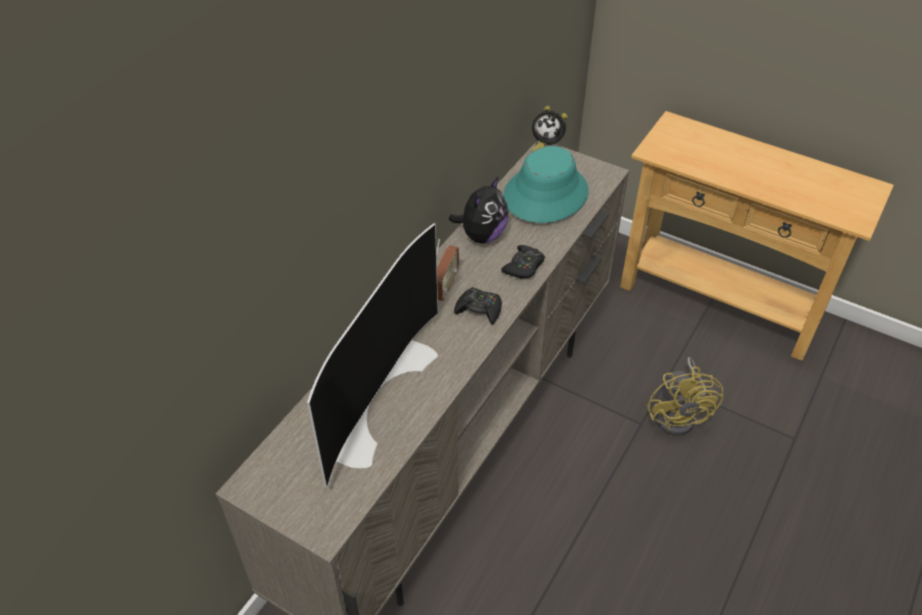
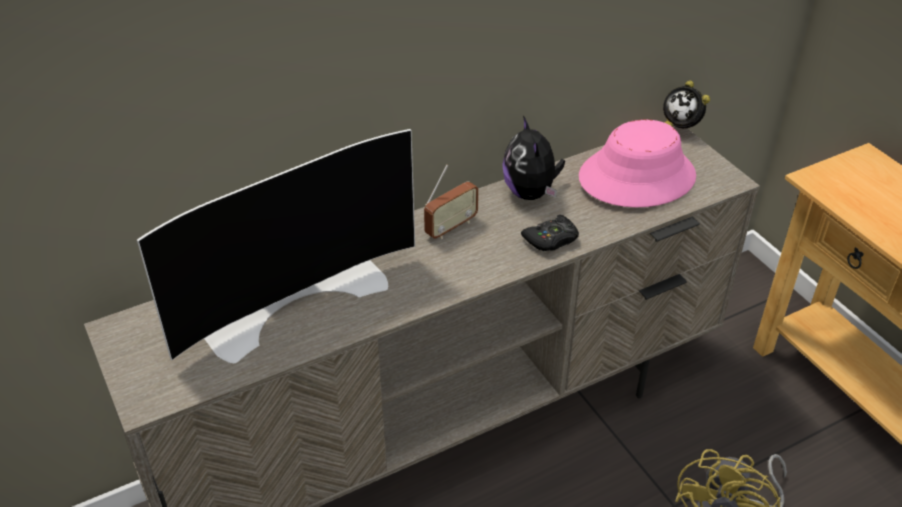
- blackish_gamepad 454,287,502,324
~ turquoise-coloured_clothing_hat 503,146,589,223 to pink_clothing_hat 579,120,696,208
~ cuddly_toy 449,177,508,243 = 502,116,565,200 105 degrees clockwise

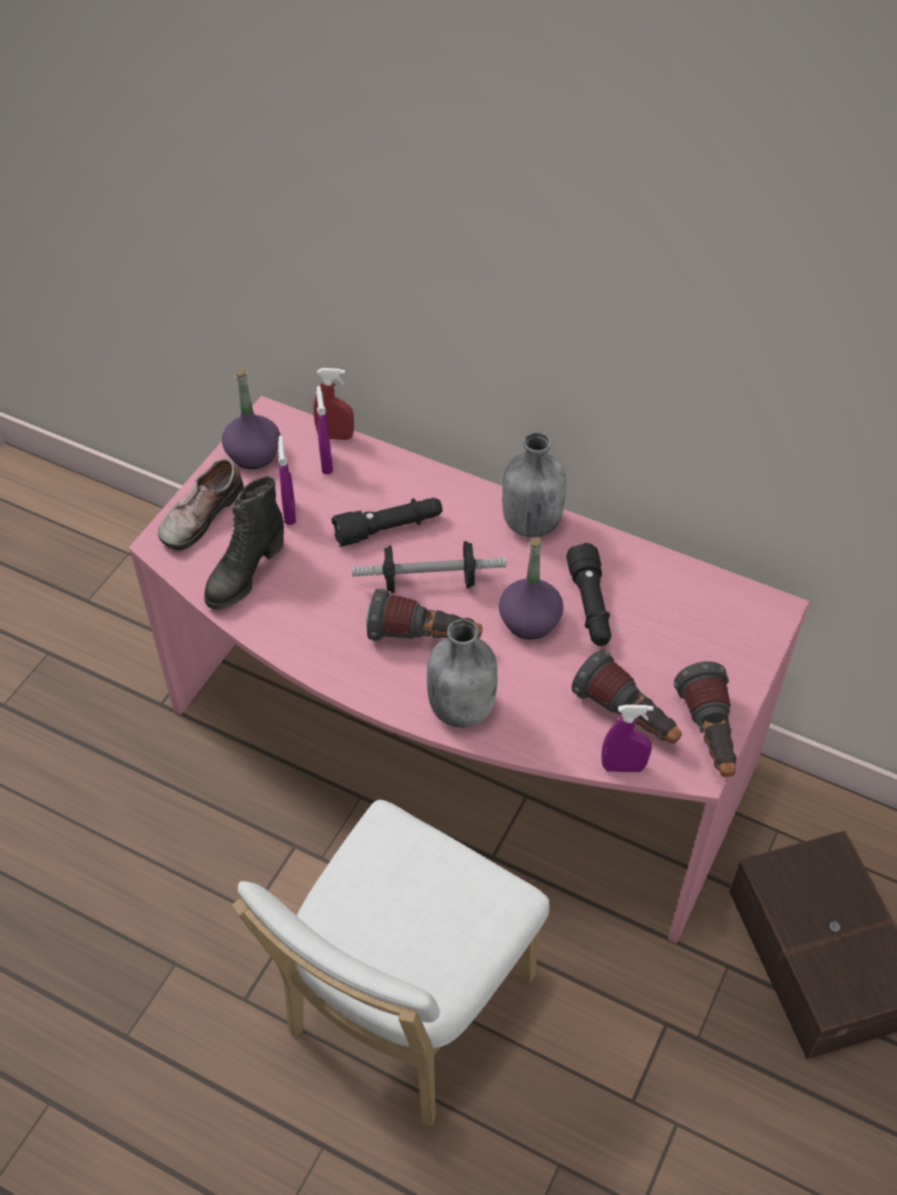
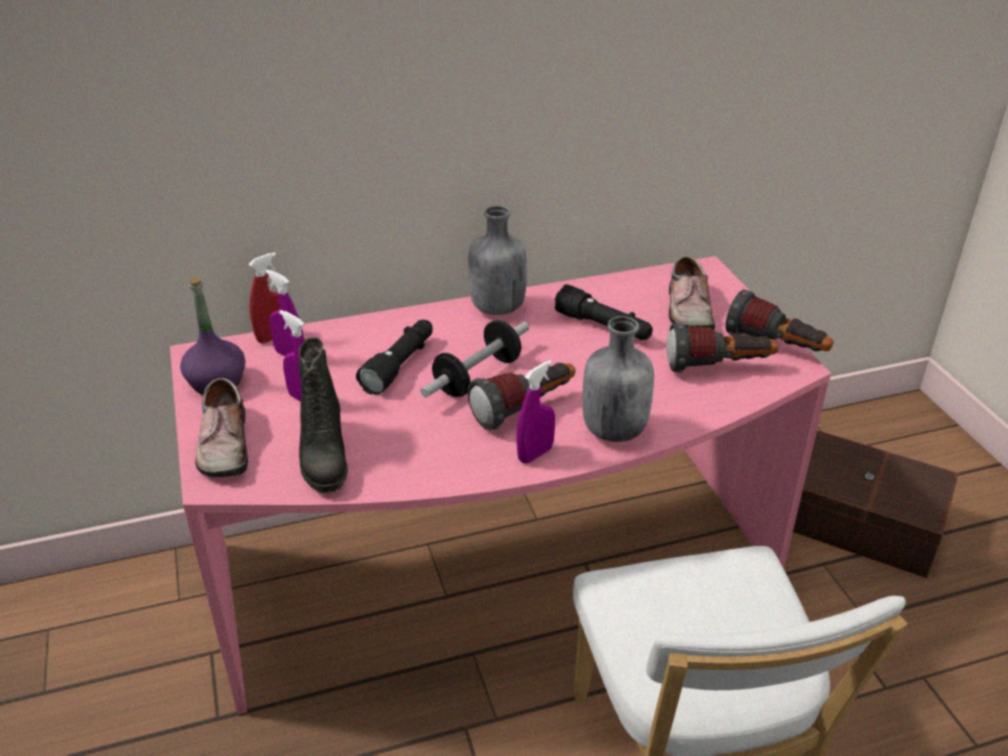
- purple_drink_bottle 499,537,564,640
+ item_of_footwear 669,256,715,330
~ purple_hand_sprayer 601,705,653,772 to 516,360,555,463

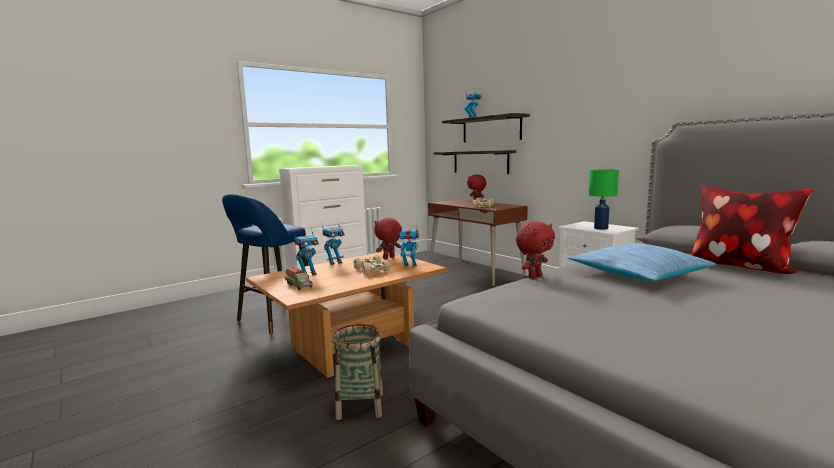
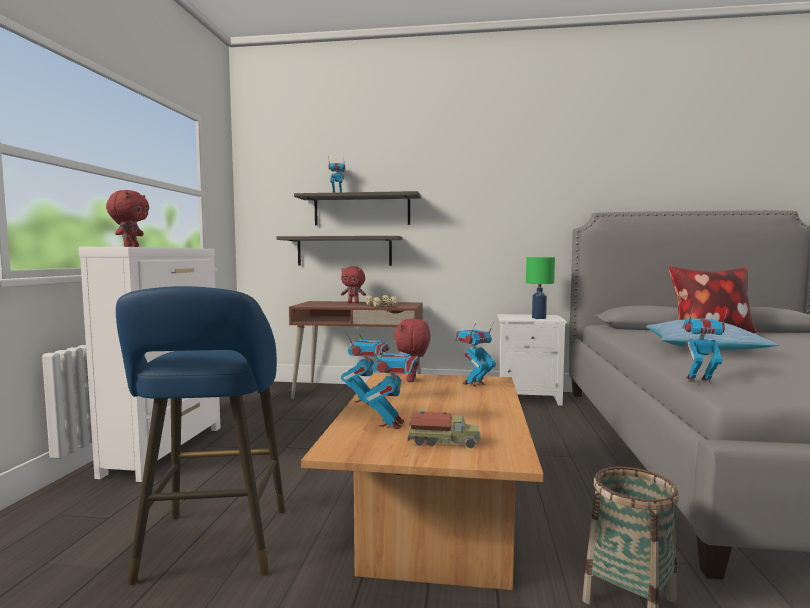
- beige-coloured_toy_car 354,255,390,275
+ model_robot 682,309,727,384
~ red_cuddly_toy 516,221,555,279 to 106,190,149,247

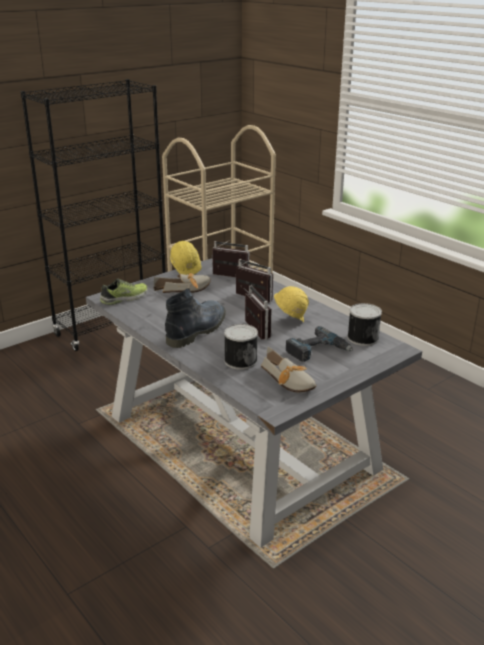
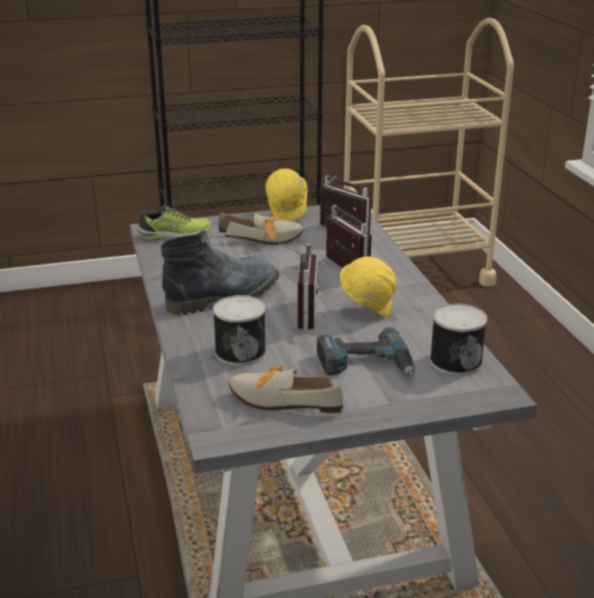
~ item_of_footwear 261,347,316,393 = 228,366,343,413 120 degrees clockwise

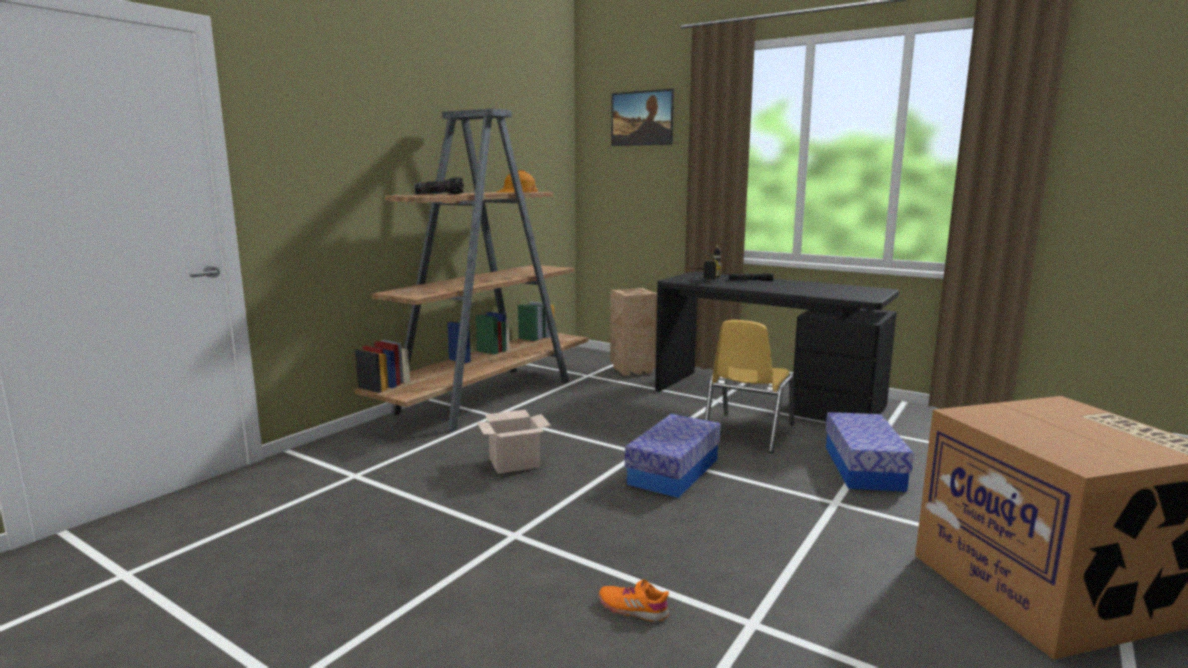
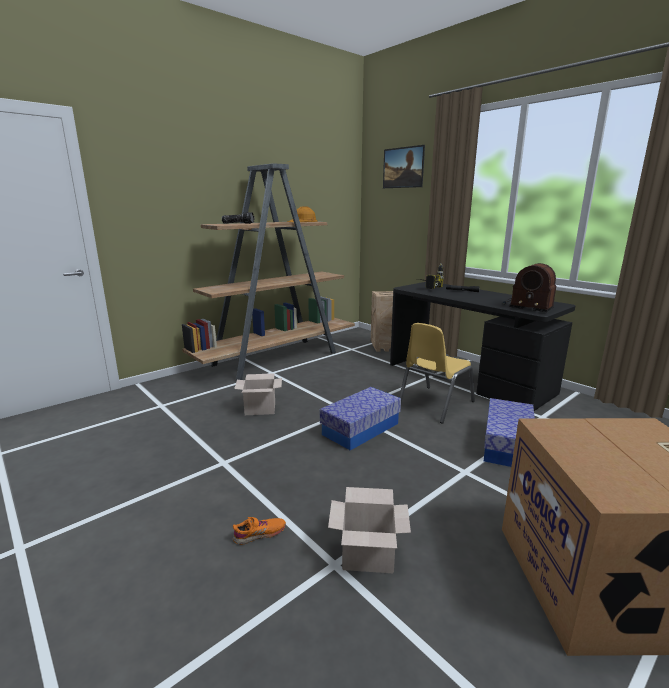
+ packing_box 328,487,411,573
+ radio_set 503,263,556,312
~ orange_item_of_footwear 599,579,669,621 = 233,517,286,545 120 degrees clockwise

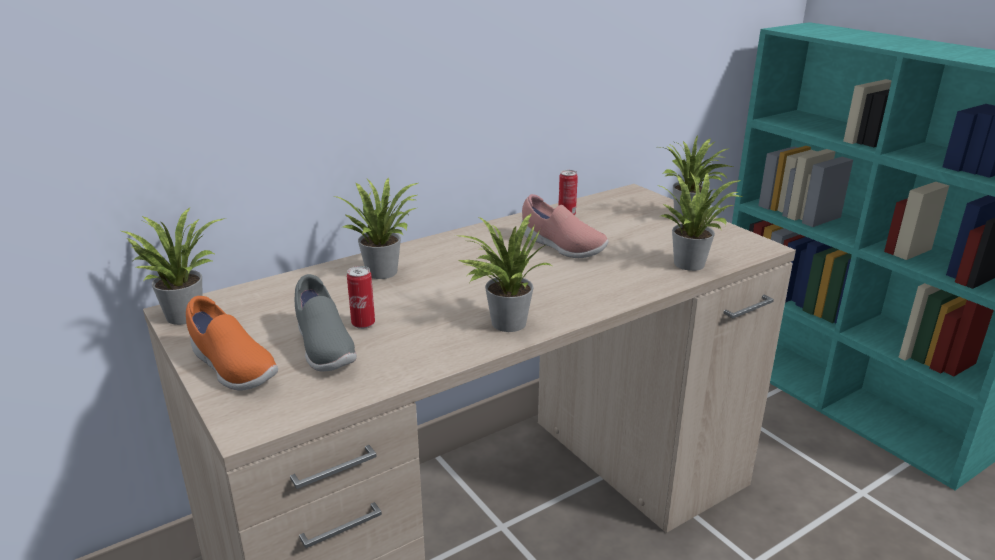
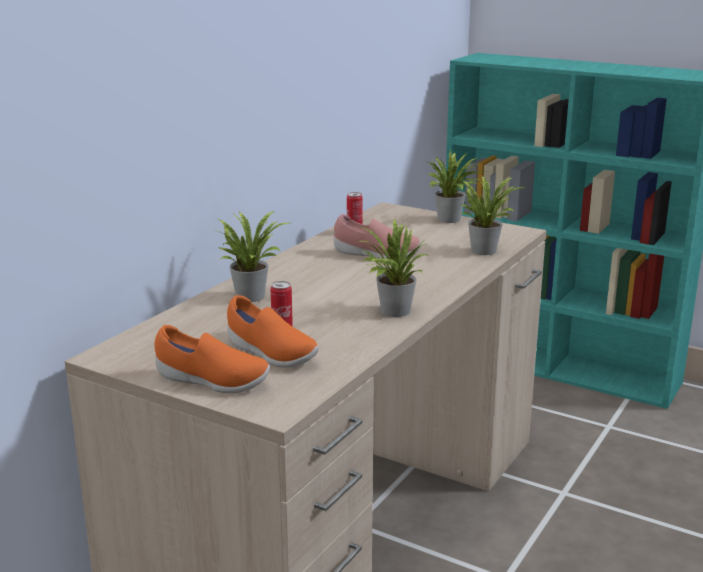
- plant_in_a_pot 122,208,226,325
~ gray_item_of_footwear 295,274,357,372 to orange_item_of_footwear 227,295,319,368

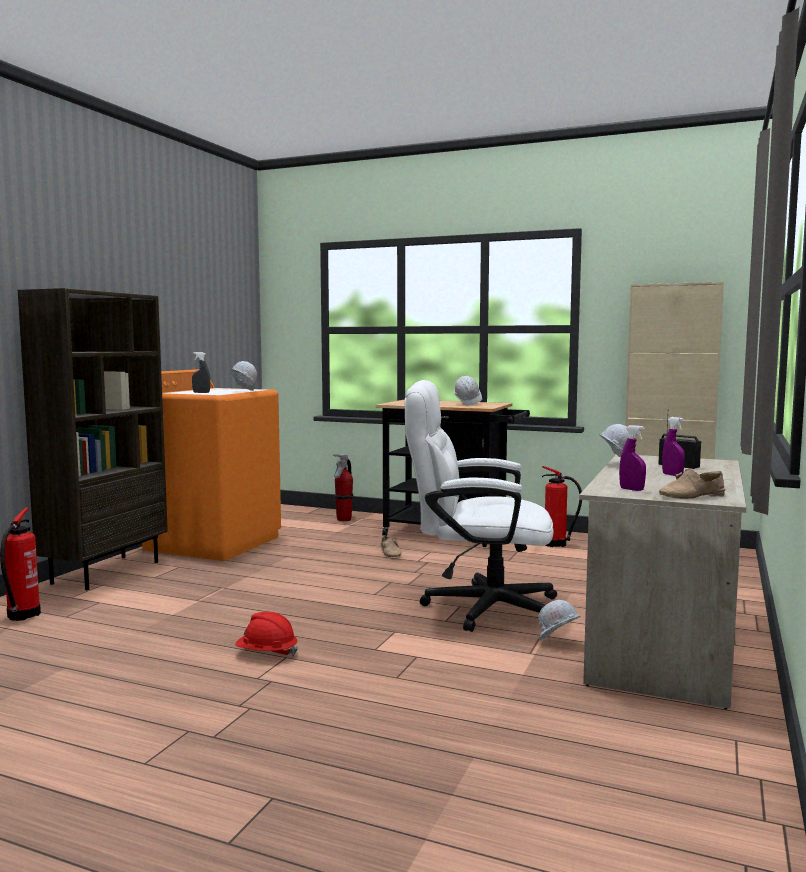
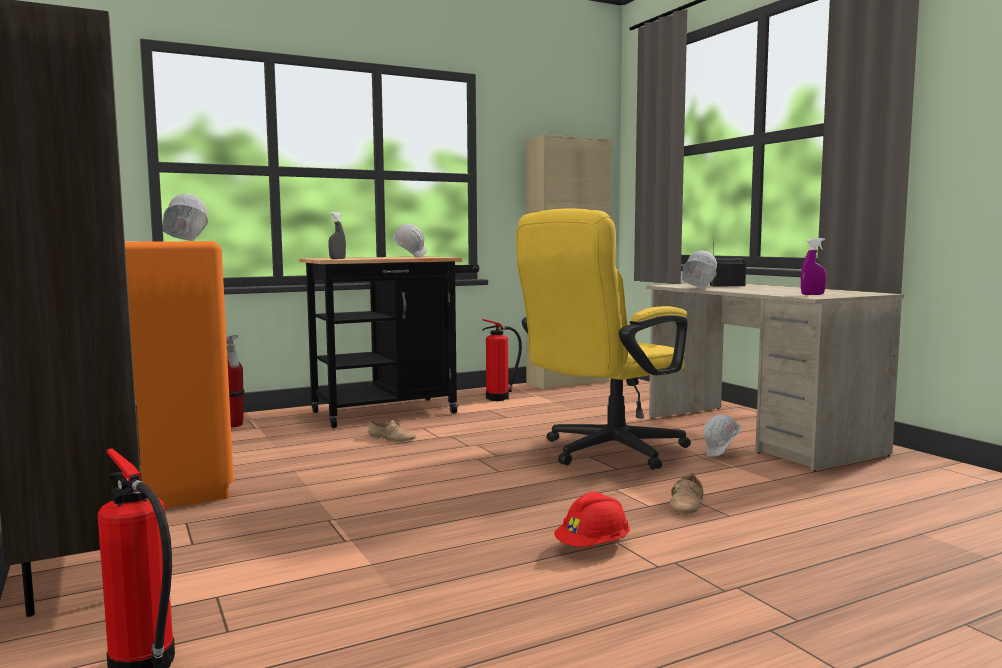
- purple_hand_sprayer 662,417,685,476
~ gray_hand_sprayer 192,352,210,393 to 328,212,346,259
~ beige-coloured_item_of_footwear 659,469,726,499 to 670,473,703,513
~ white_computer_chair 405,380,557,632 to yellowish_computer_chair 516,208,691,470

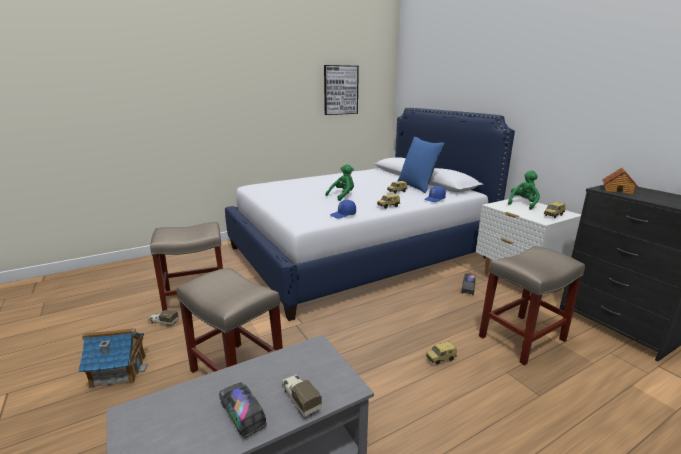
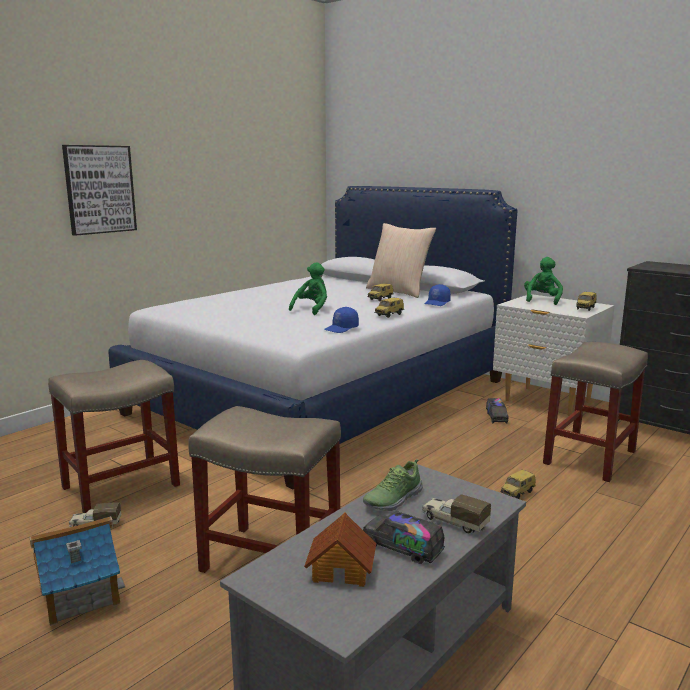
+ item_of_footwear 363,459,423,511
~ wall_art 324,65,359,115 to 62,145,137,236
~ miniature_house 602,168,639,195 to 304,513,376,587
~ blue-coloured_throw_pillow 398,137,445,193 to beige-coloured_throw_pillow 366,223,436,298

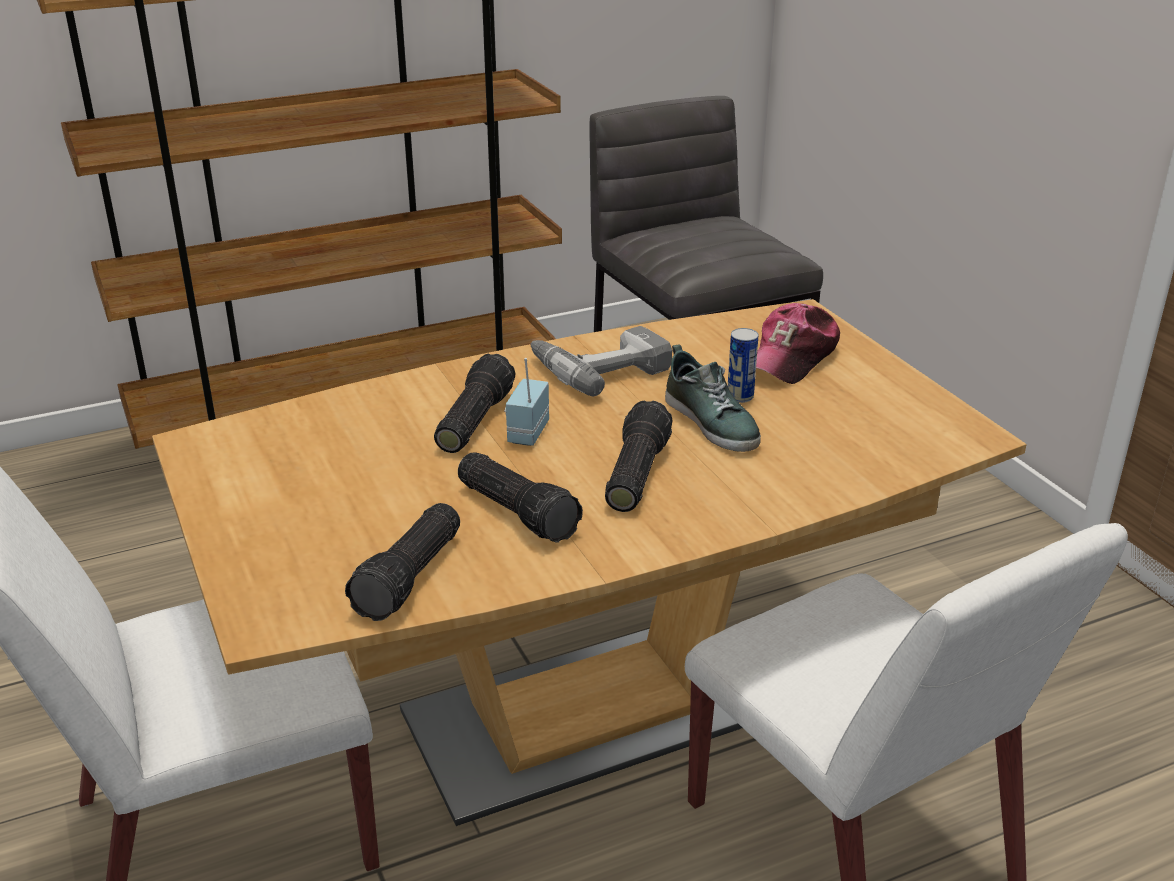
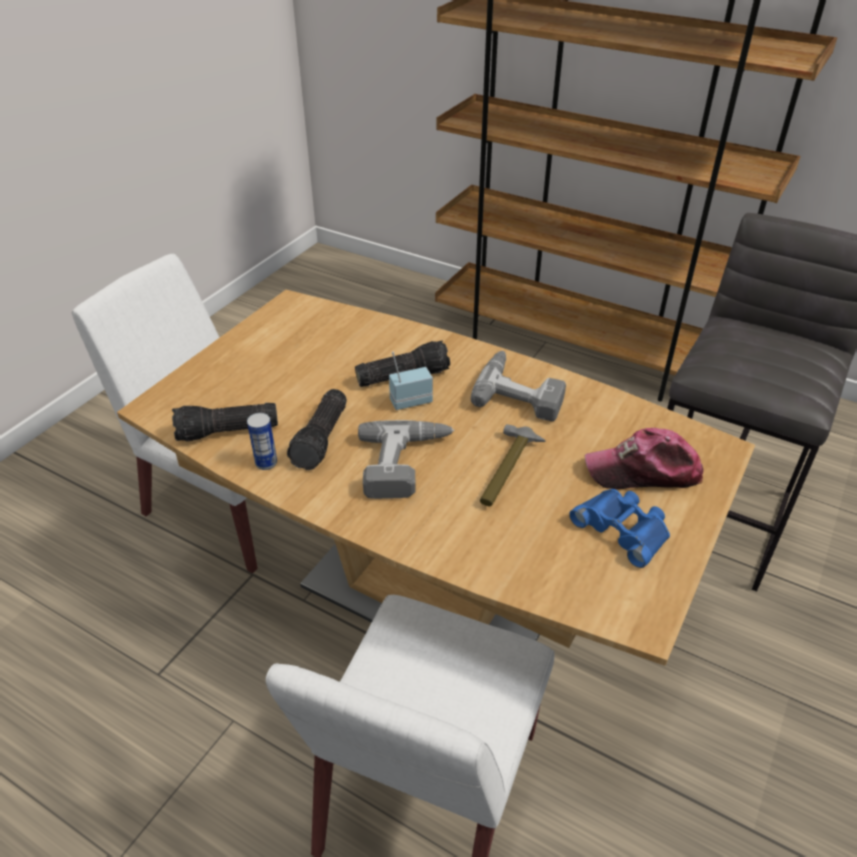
+ blue-coloured_field_glasses 569,489,670,568
~ sealed_can 728,328,759,403 to 247,413,277,470
~ torch 605,400,673,512 to electric_drill 358,420,454,499
~ item_of_footwear 665,344,761,452 to hand_hammer 480,424,545,507

